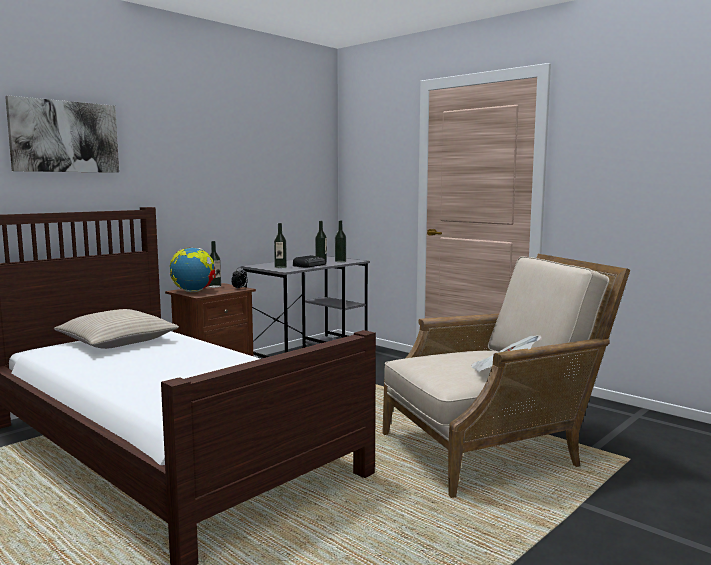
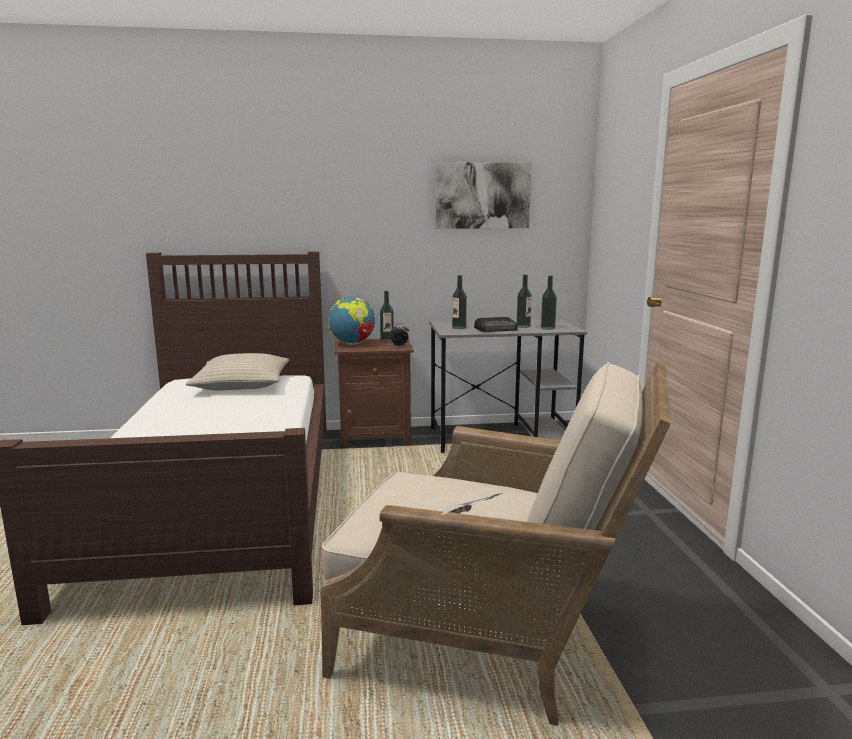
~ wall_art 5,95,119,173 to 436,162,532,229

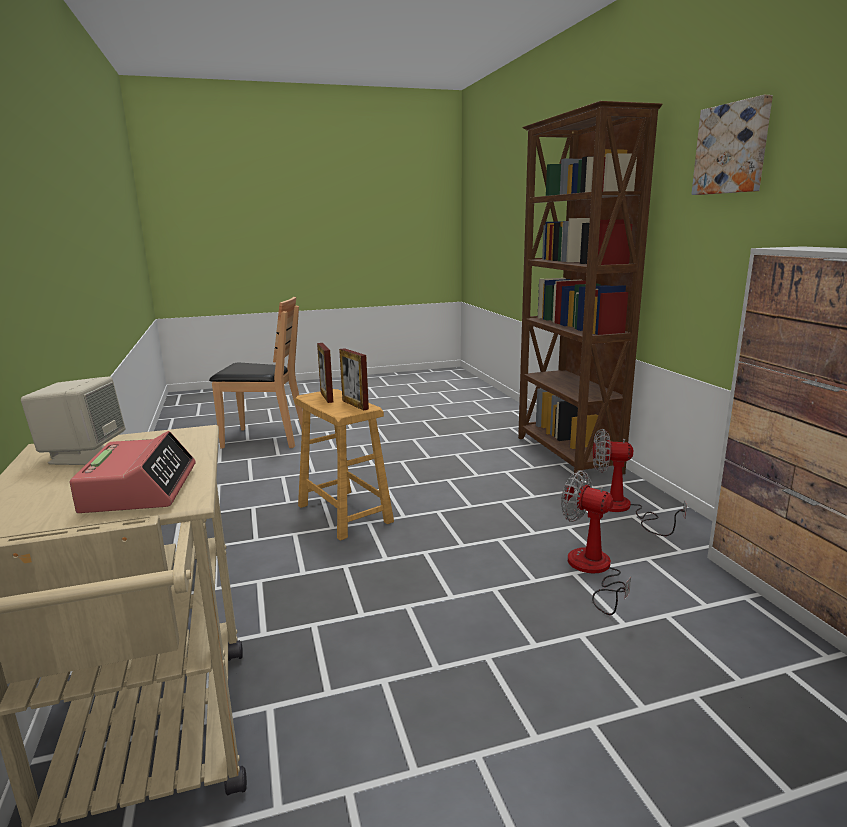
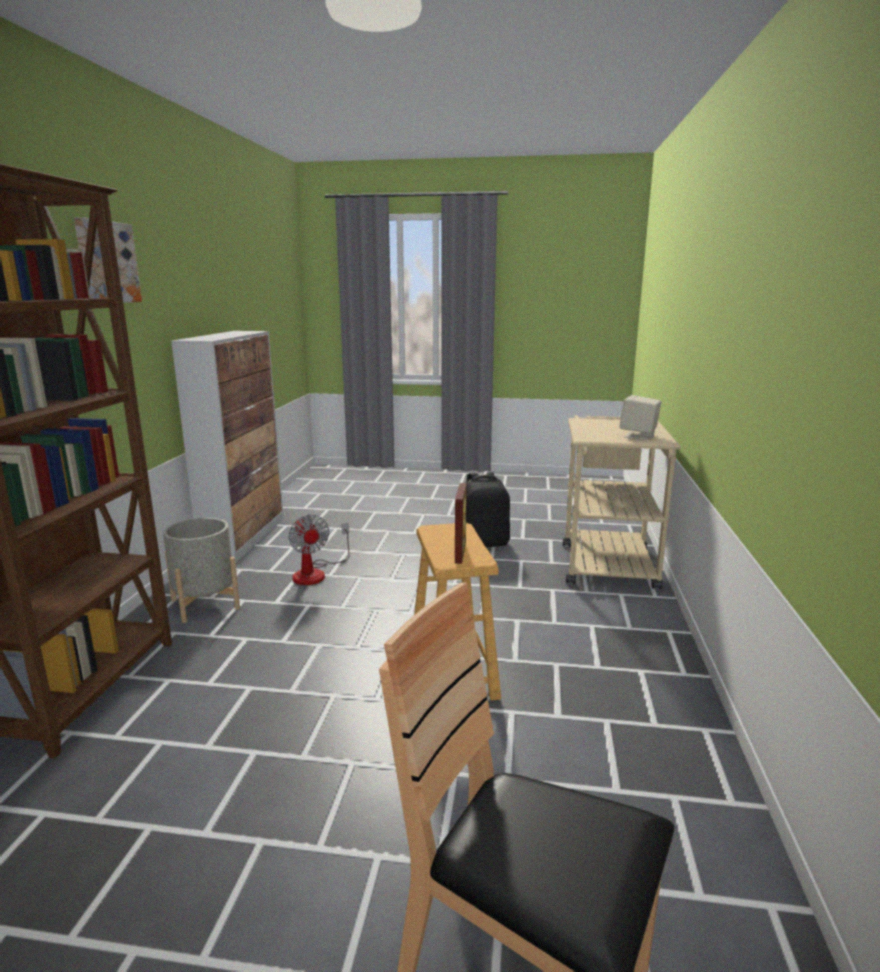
- alarm_clock 70,431,196,513
- photo_frame 339,348,369,411
+ blackish_knapsack 466,472,510,547
~ cooling_fan 593,429,687,536 to gray_flower_pot 163,518,240,623

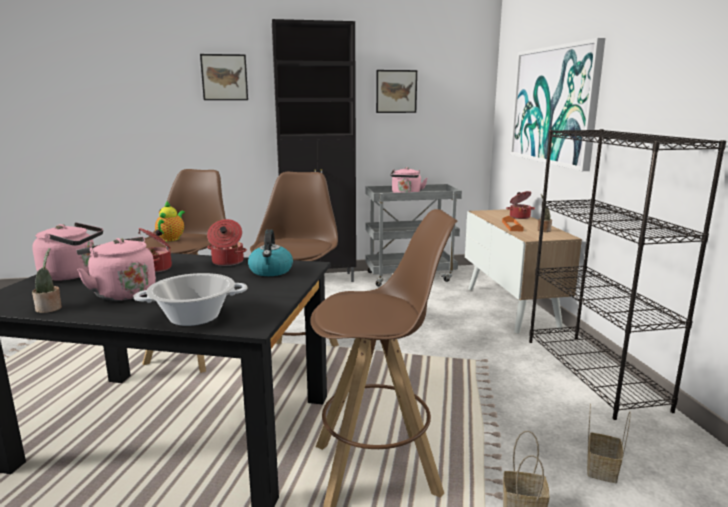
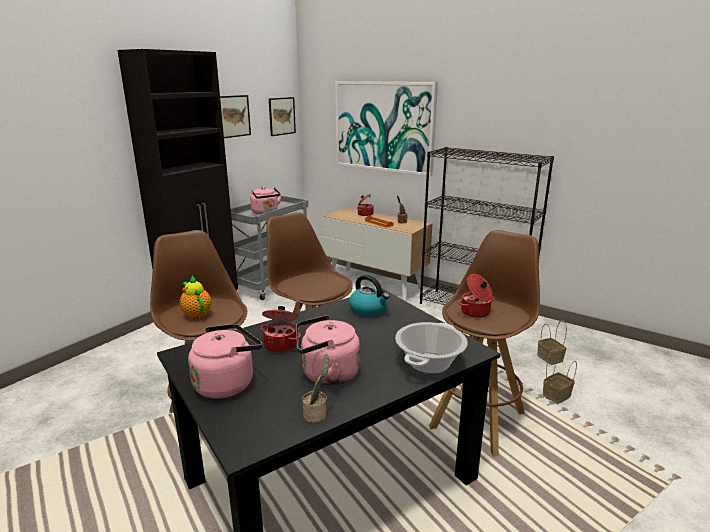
~ wall_art 200,54,248,100 to 269,97,296,136
~ stockpot 207,219,247,266 to 458,274,495,318

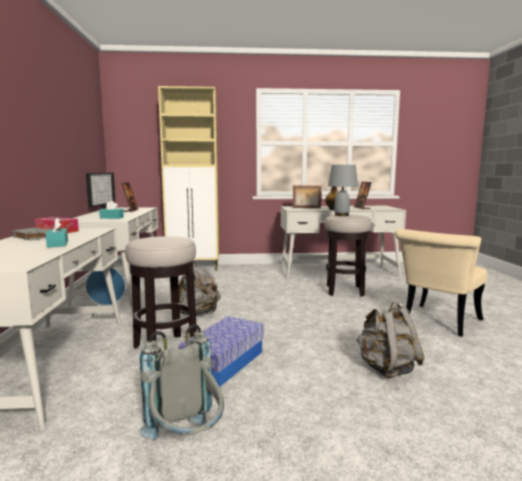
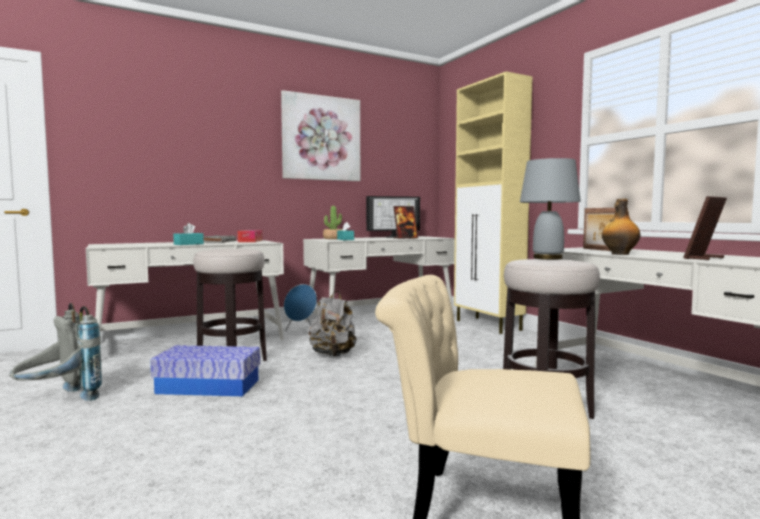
- gray_knapsack 356,302,424,378
+ wall_art 281,90,360,181
+ plant_in_a_pot 323,206,343,239

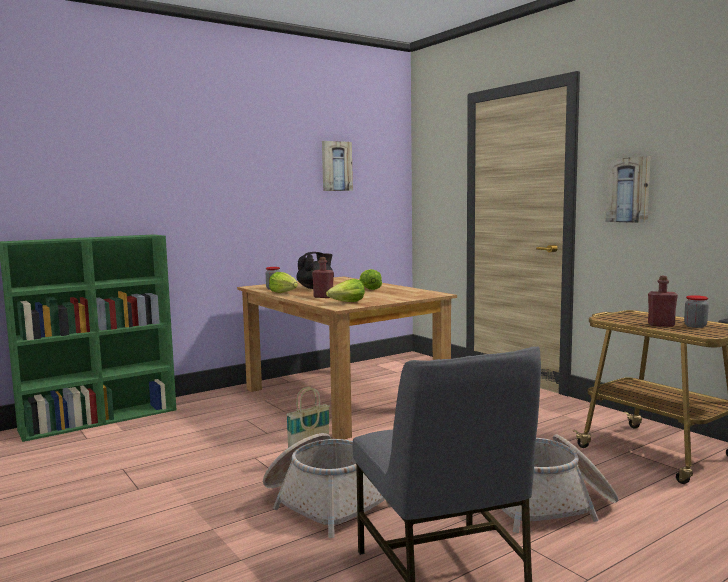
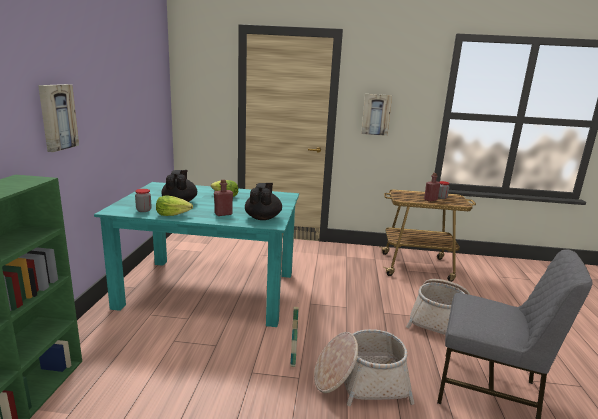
~ wall_art 322,141,353,191 to 38,84,79,152
~ lettuce_head 326,279,365,302 to blackish_teapot 245,183,282,220
~ brownish_dinner_table 237,277,457,440 to turquoise-coloured_dinner_table 94,182,299,327

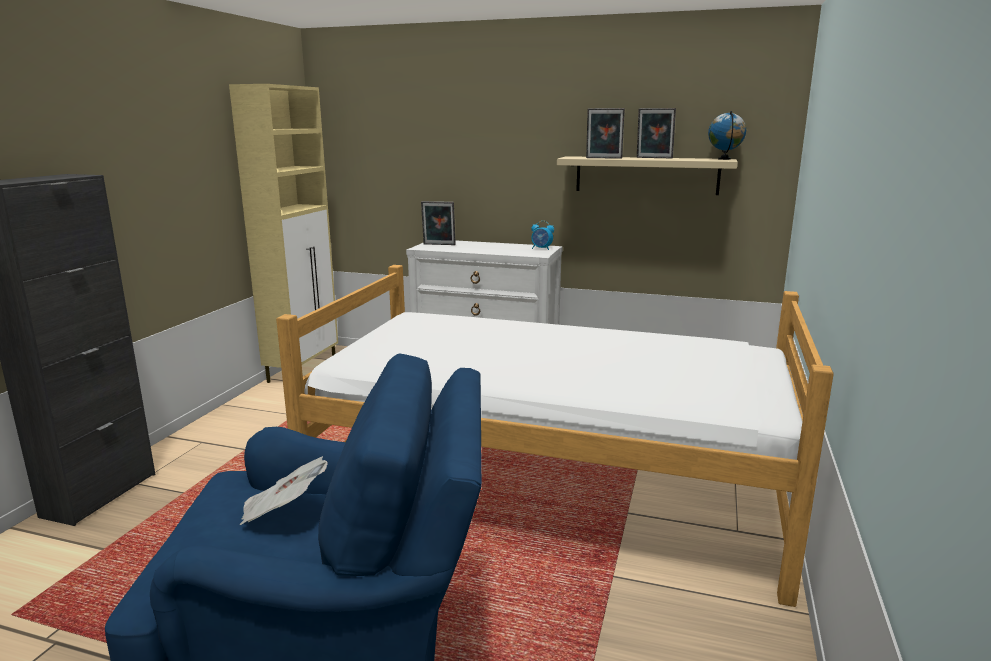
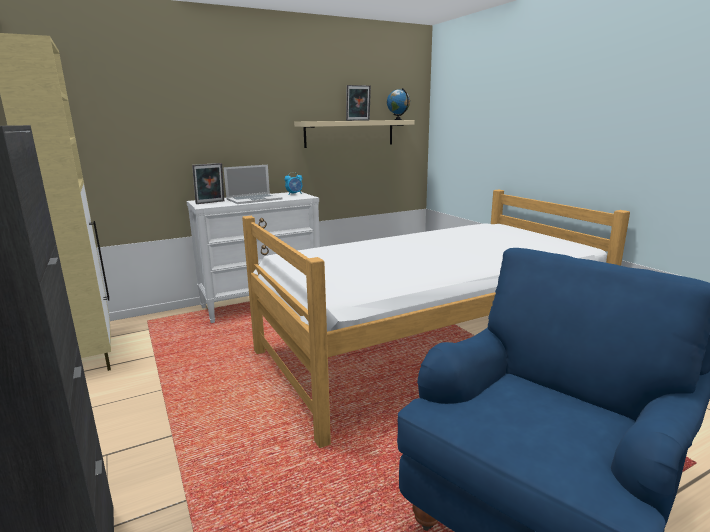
- printed_paper 240,456,328,525
- photo_frame 586,108,625,159
+ laptop 223,165,283,204

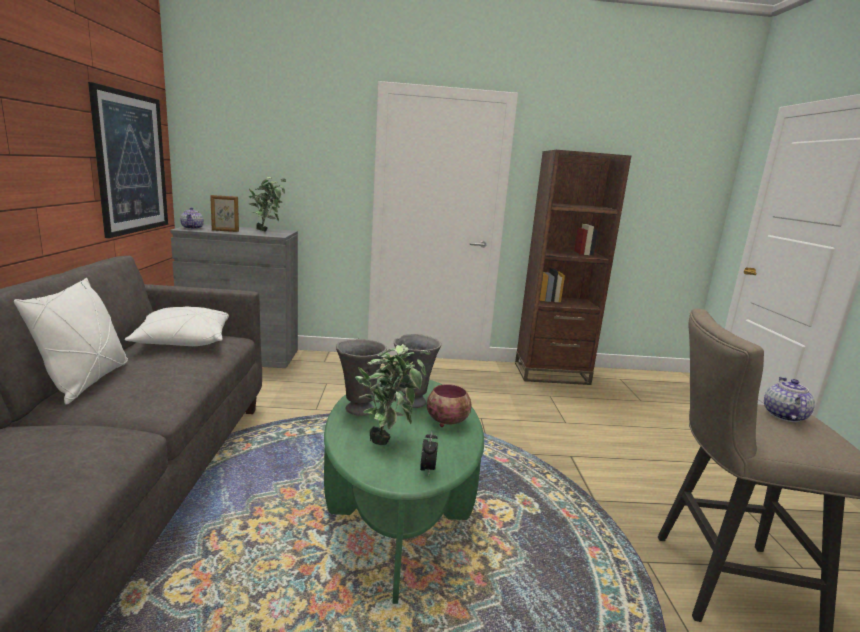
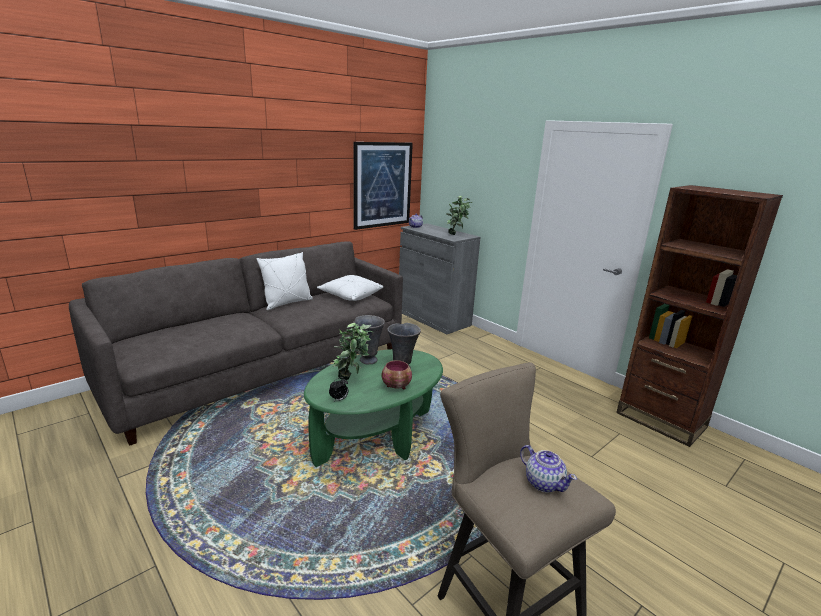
- photo_frame 210,195,239,232
~ teapot 764,377,815,422 = 520,445,577,493 75 degrees clockwise

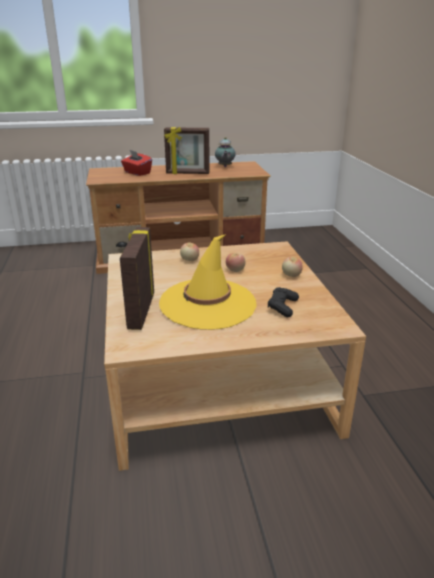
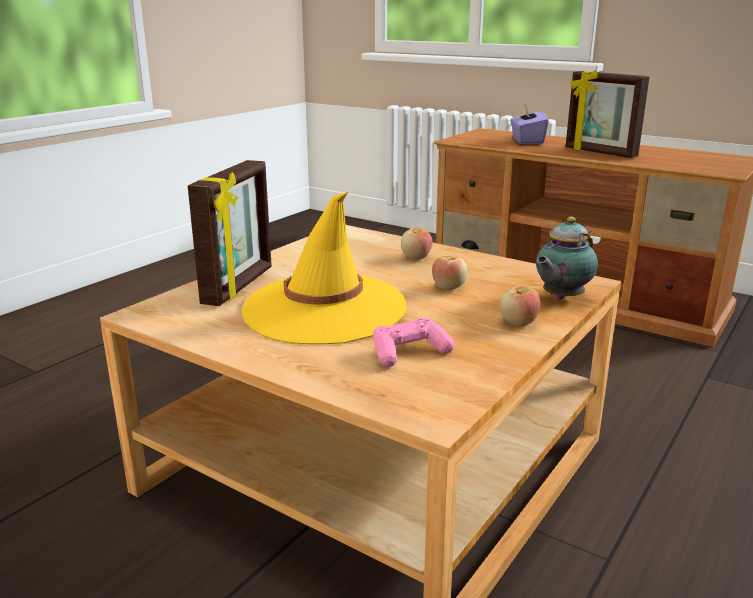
~ teapot 215,137,236,167 to 536,217,598,300
~ red_tissue_box 121,149,152,176 to purple_tissue_box 510,104,549,144
~ blackish_gamepad 268,287,299,317 to pink_gamepad 373,317,454,367
~ photo_frame 120,227,154,330 = 188,160,272,306 150 degrees clockwise

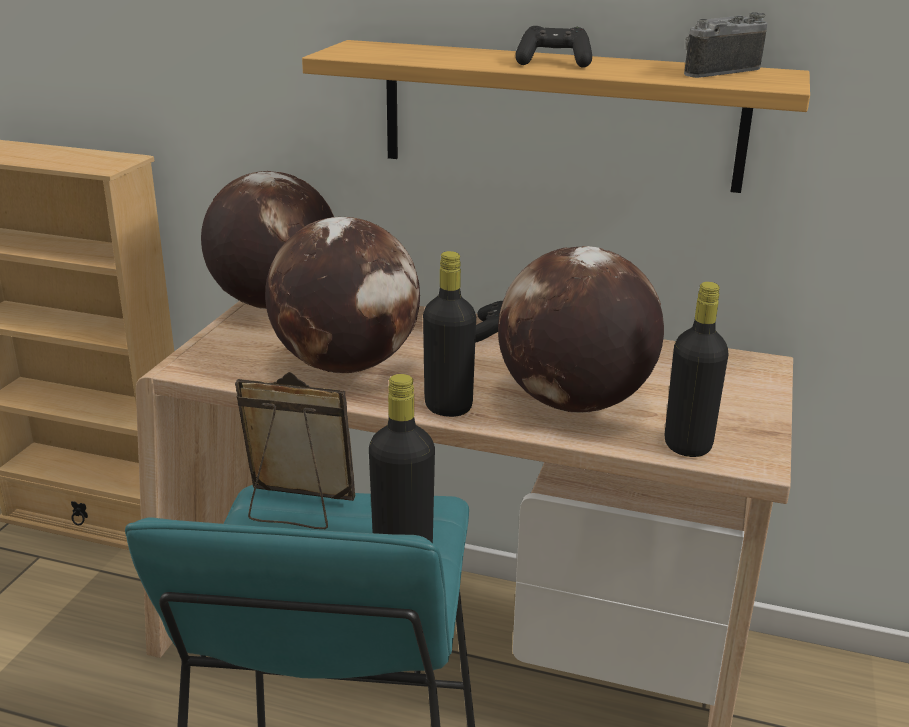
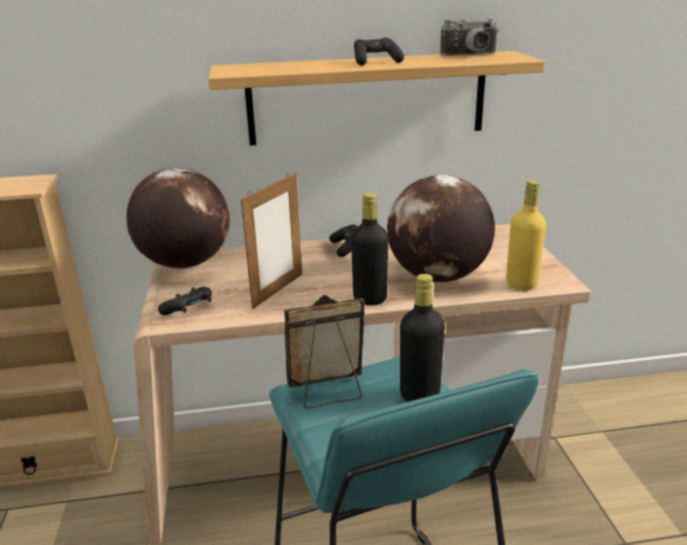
+ blackish_gamepad 158,287,212,315
~ world_globe 265,217,420,373 to photo_frame 241,173,302,309
~ blackish_drink_bottle 665,282,728,457 to yellowish_drink_bottle 506,180,546,290
~ photo_camera 684,12,767,78 = 440,19,499,56 135 degrees counterclockwise

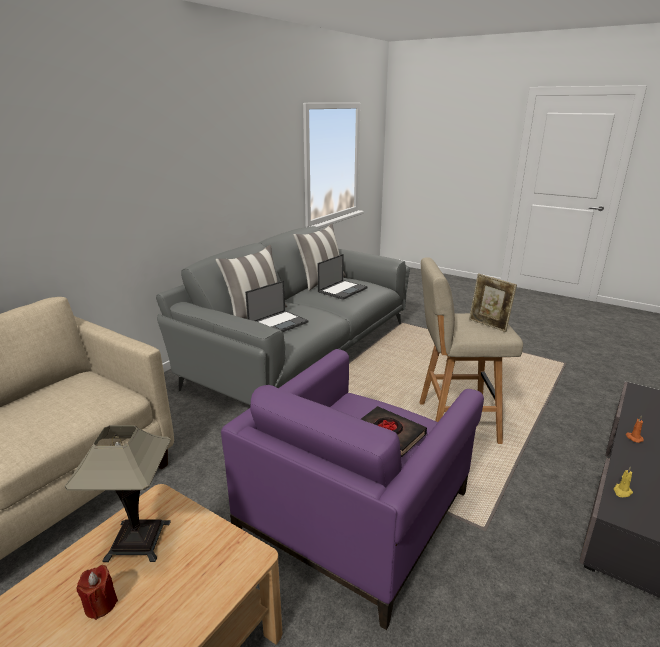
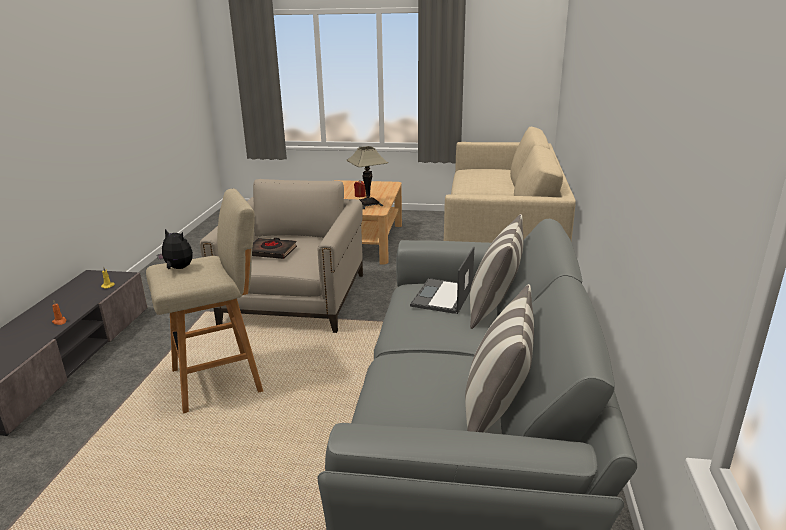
- laptop 318,254,368,300
~ photo_frame 469,274,517,332 to cuddly_toy 157,229,193,269
~ purple_easy_chair 221,349,484,630 to beige-coloured_easy_chair 200,179,363,333

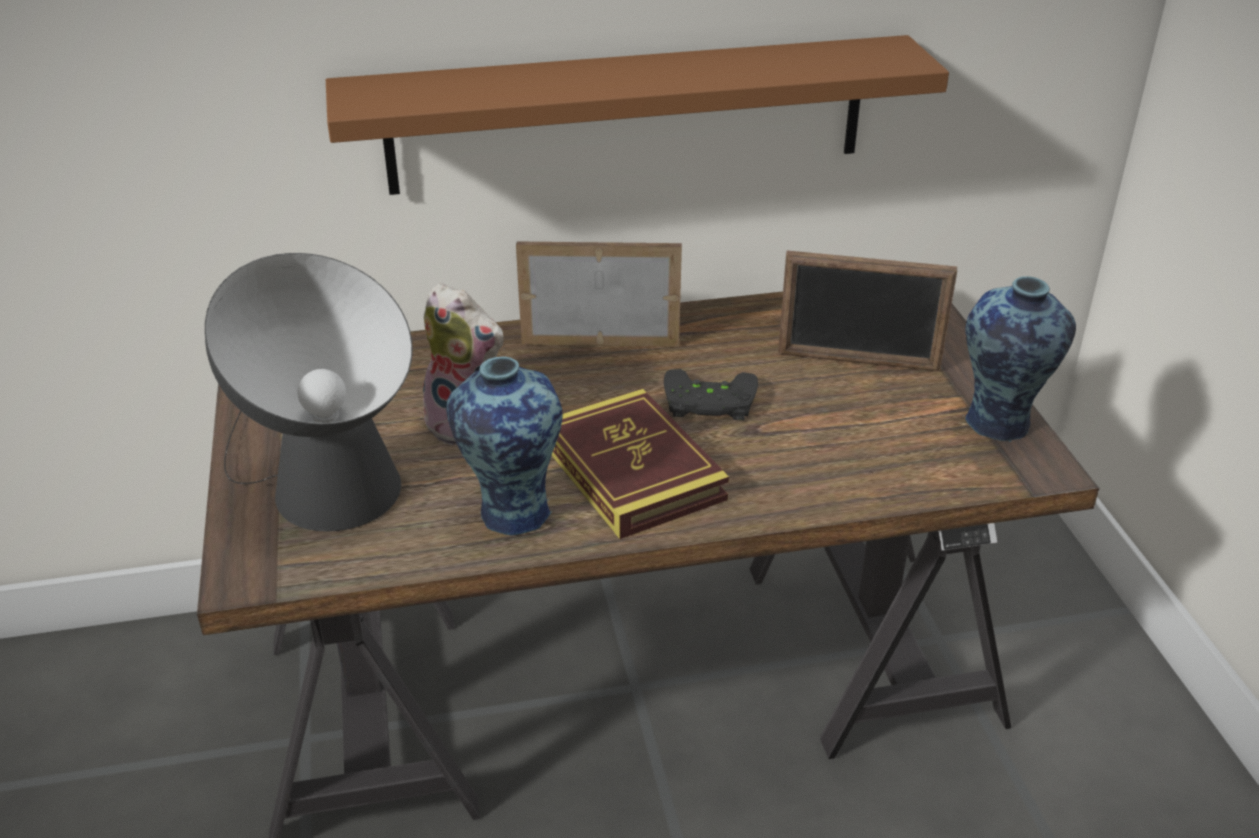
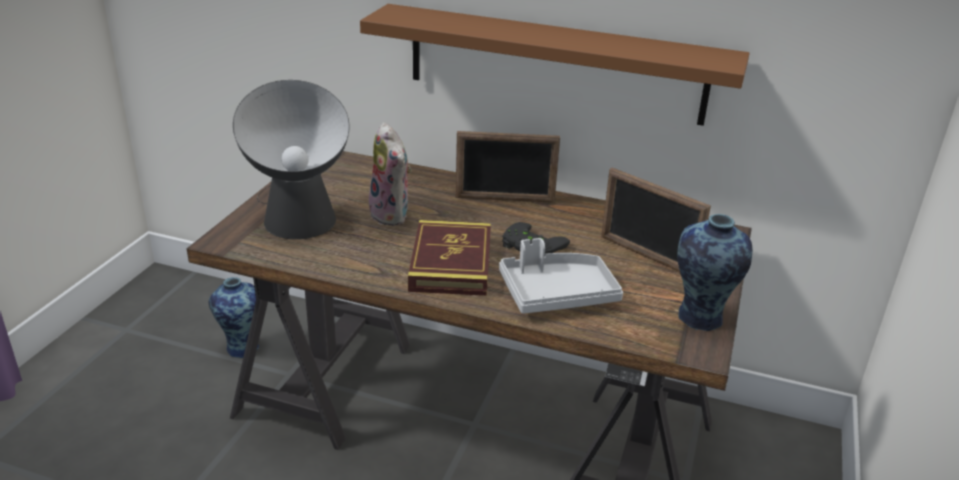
+ gray_tray 499,238,623,314
~ flower_vase 446,356,563,535 to 209,277,260,358
~ photo_frame 516,242,682,347 = 456,131,560,203 150 degrees clockwise

